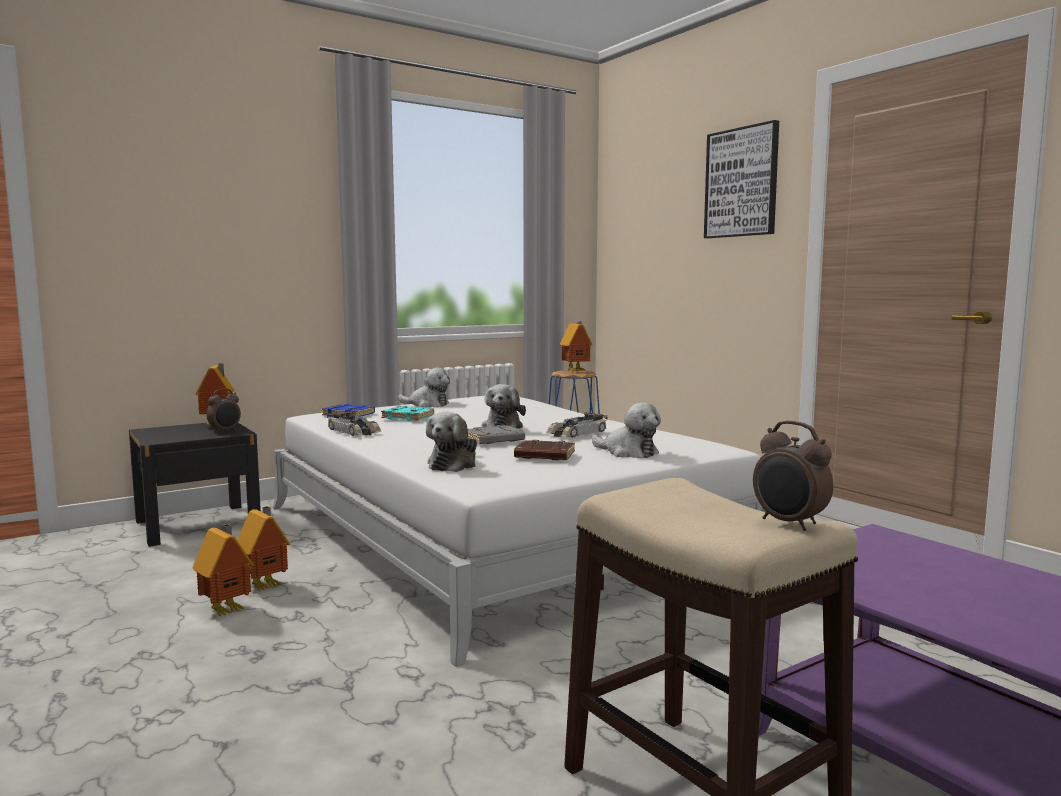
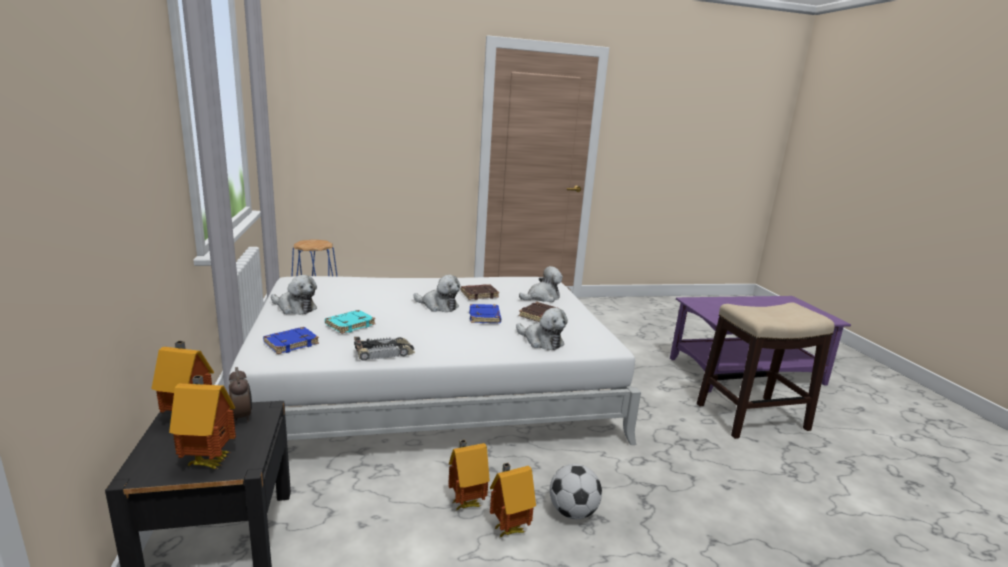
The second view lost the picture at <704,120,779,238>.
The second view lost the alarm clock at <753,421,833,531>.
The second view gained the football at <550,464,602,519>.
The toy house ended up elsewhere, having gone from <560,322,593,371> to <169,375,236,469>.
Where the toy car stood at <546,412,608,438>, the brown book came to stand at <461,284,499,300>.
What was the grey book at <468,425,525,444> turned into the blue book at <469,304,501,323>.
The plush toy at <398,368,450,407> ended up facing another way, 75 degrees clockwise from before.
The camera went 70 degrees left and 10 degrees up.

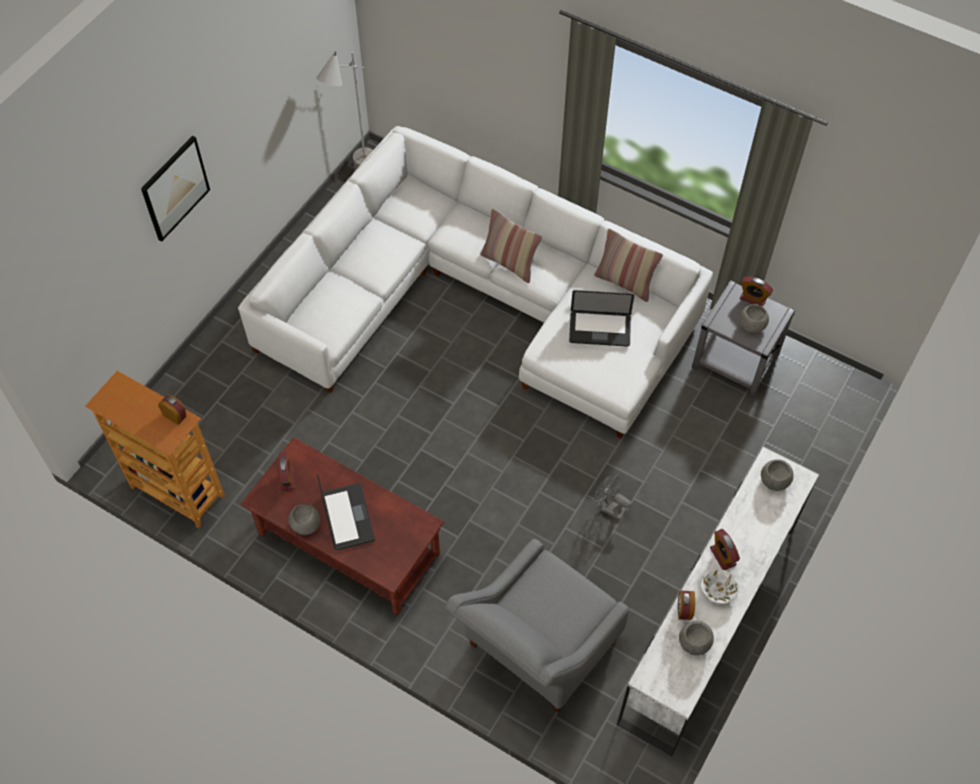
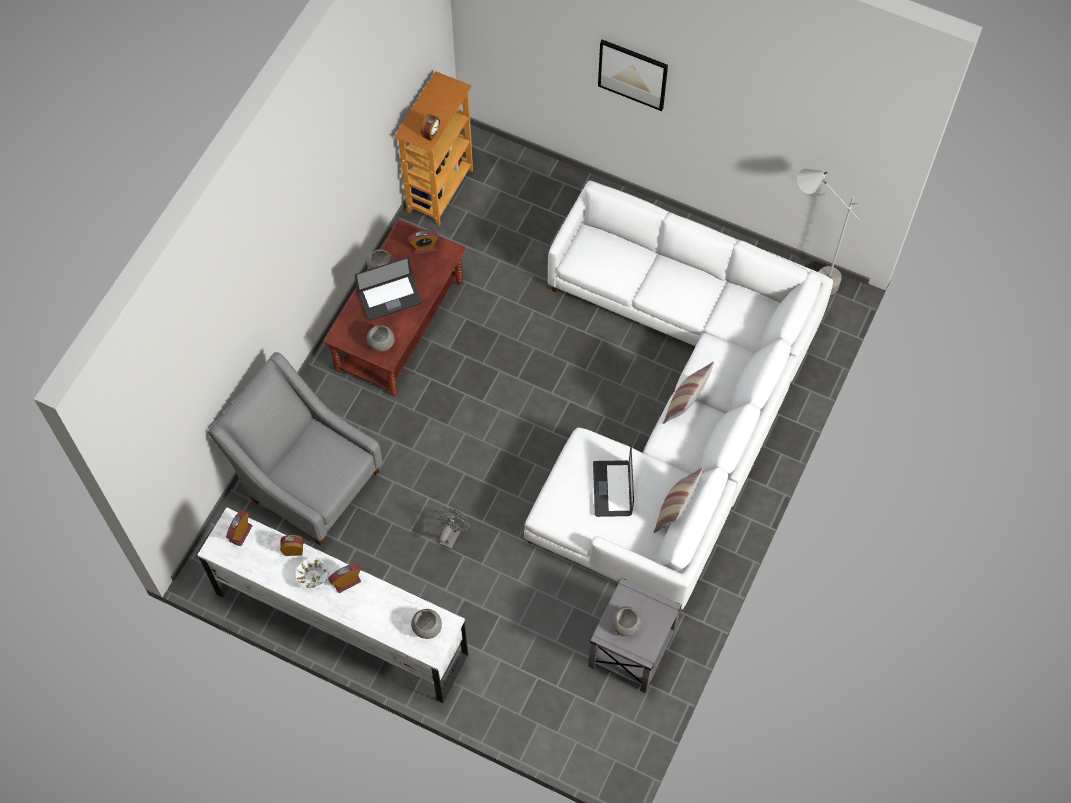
The grey bowl ended up elsewhere, having gone from <679,621,714,656> to <367,325,394,352>.
The alarm clock ended up elsewhere, having gone from <740,276,773,307> to <226,510,252,546>.
The camera went 85 degrees right and 5 degrees up.

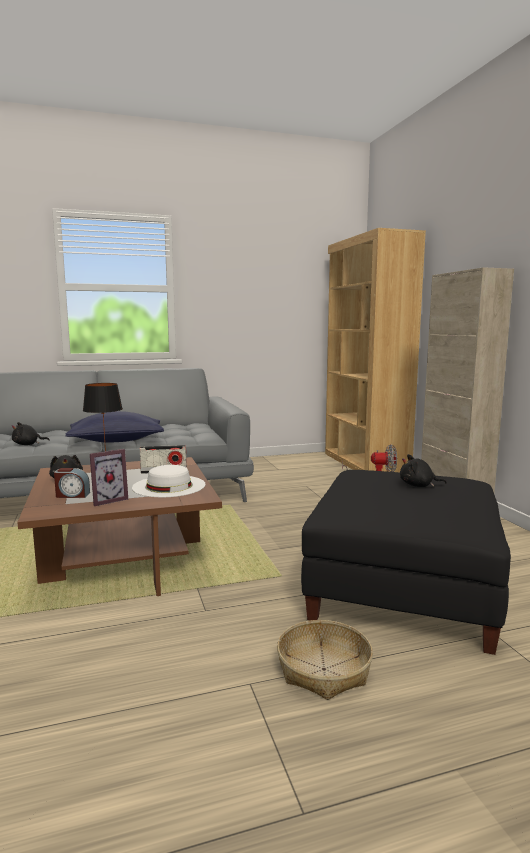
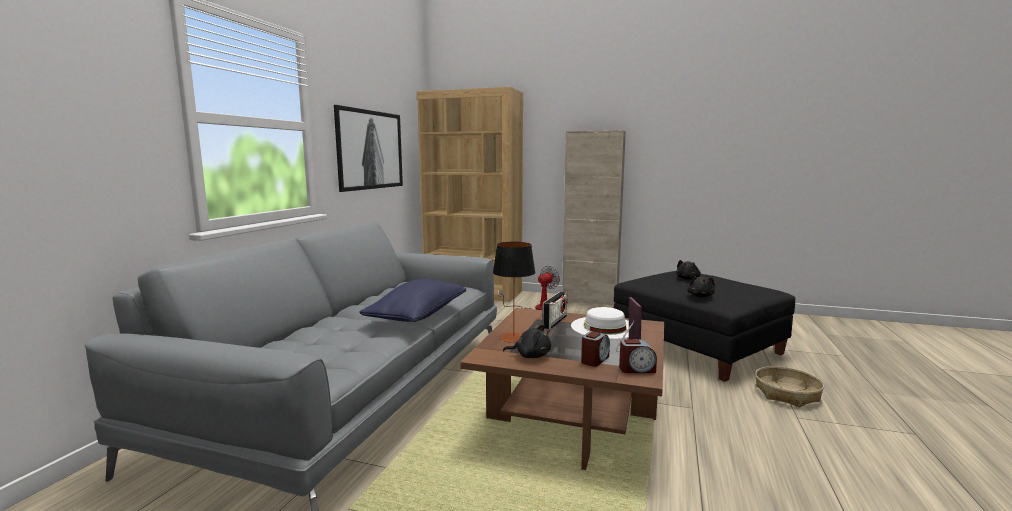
The second view gained the picture at <334,105,403,192>.
The second view gained the alarm clock at <619,339,657,373>.
The black plush toy ended up elsewhere, having gone from <12,422,50,445> to <687,276,715,297>.
The camera went 55 degrees left and 0 degrees up.

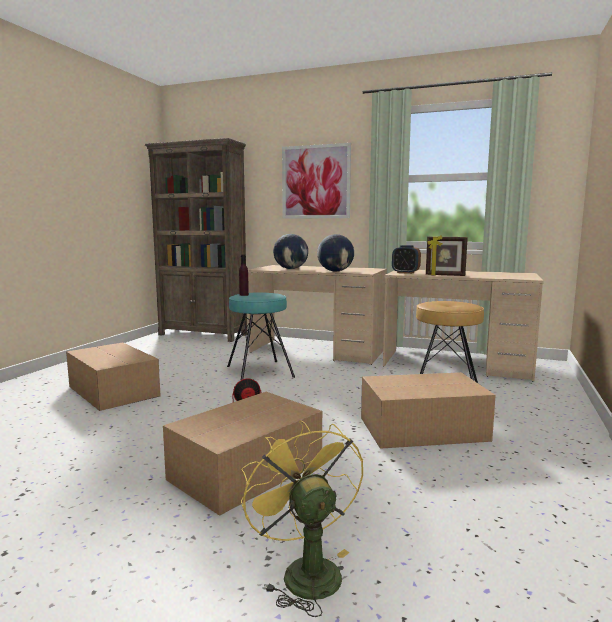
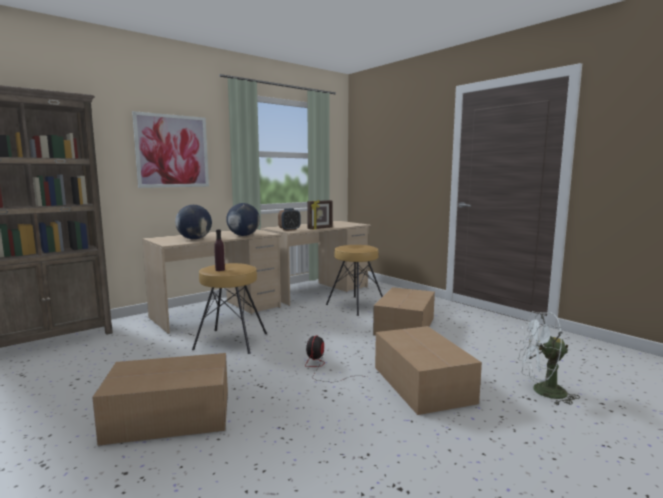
What was the turquoise stool at <227,293,295,380> turned into the brown stool at <192,263,267,354>.
What was the yellow fan at <241,420,363,617> turned into the white fan at <518,311,580,405>.
The camera went 60 degrees left and 0 degrees up.

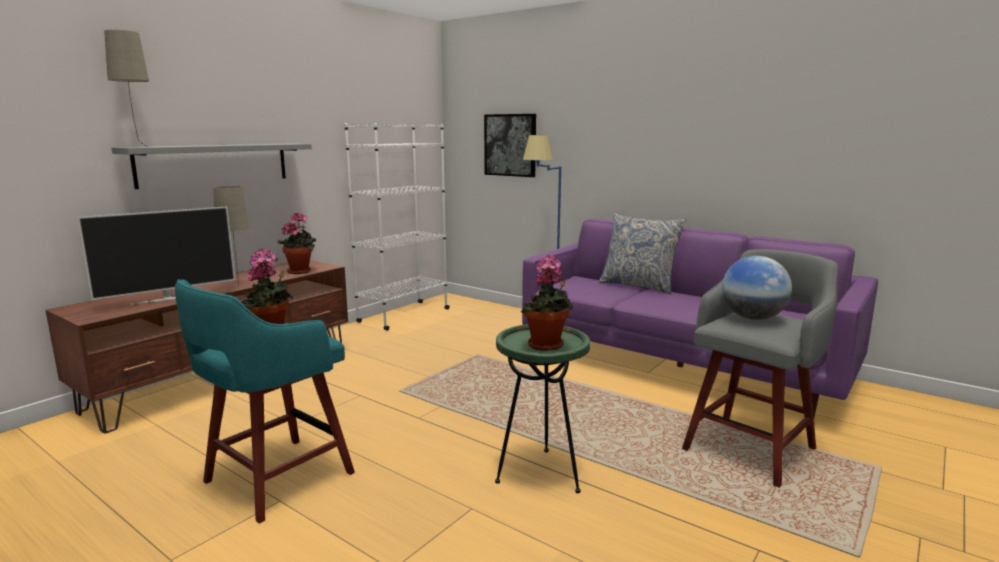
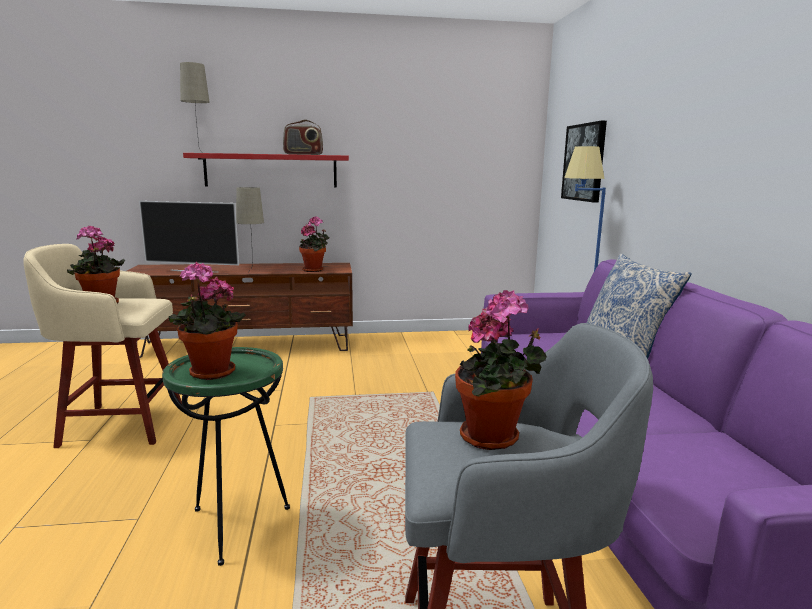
The second view lost the white bookcase at <344,123,450,331>.
The second view gained the radio at <283,120,323,155>.
Where the globe stood at <722,256,792,320>, the potted plant came to stand at <455,290,547,450>.
What was the grey shelf at <111,143,312,189> turned into the red shelf at <183,153,349,188>.
What was the turquoise stool at <175,279,355,524> turned into the beige stool at <23,244,182,448>.
The camera went 45 degrees right and 0 degrees up.

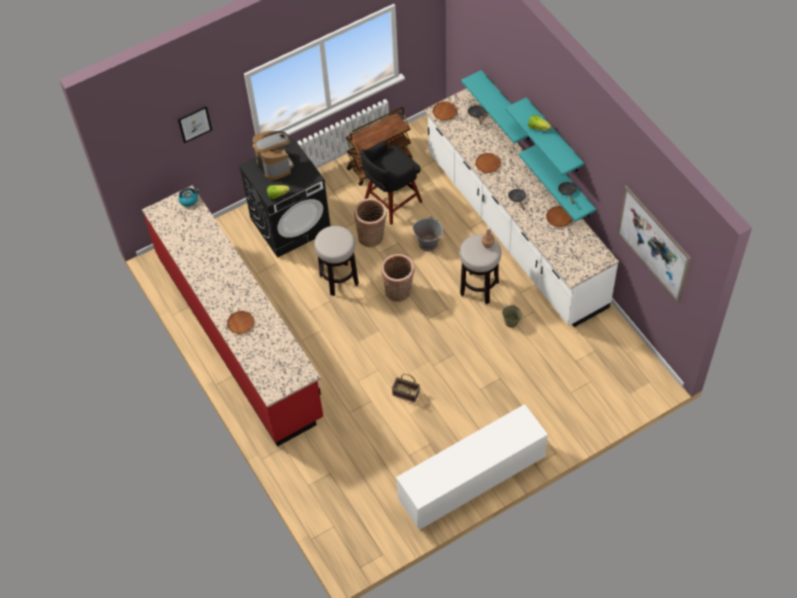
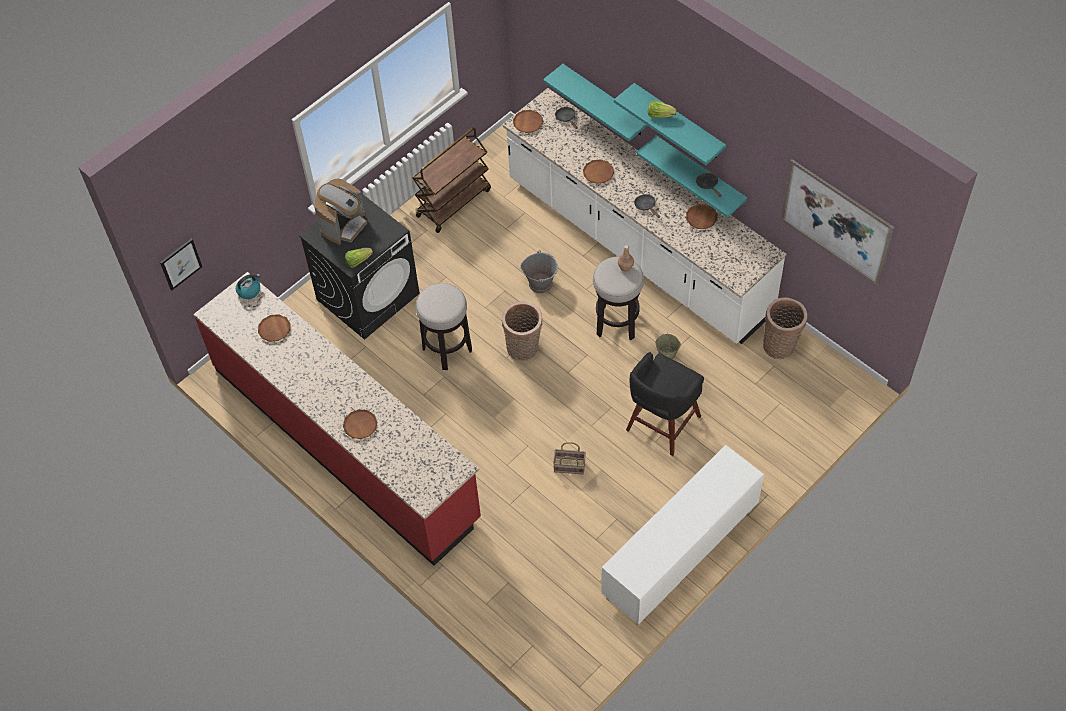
The second view gained the brown plate at <258,314,291,342>.
The picture ended up elsewhere, having gone from <178,106,212,143> to <160,238,202,290>.
The basket ended up elsewhere, having gone from <354,198,387,247> to <763,297,807,359>.
The black stool ended up elsewhere, having gone from <360,141,422,225> to <626,352,704,456>.
The coffee machine at <253,131,294,180> ended up facing another way, 75 degrees clockwise from before.
The camera went 15 degrees left and 0 degrees up.

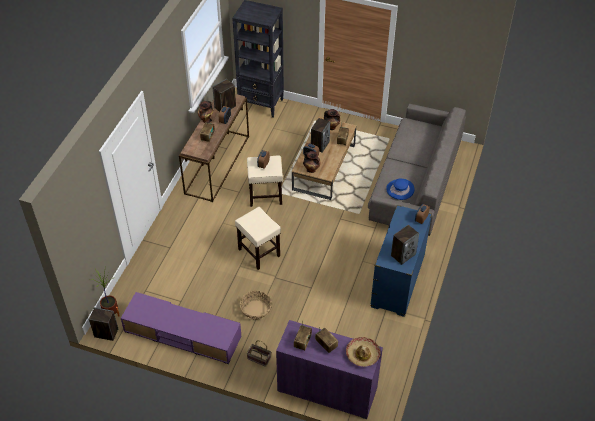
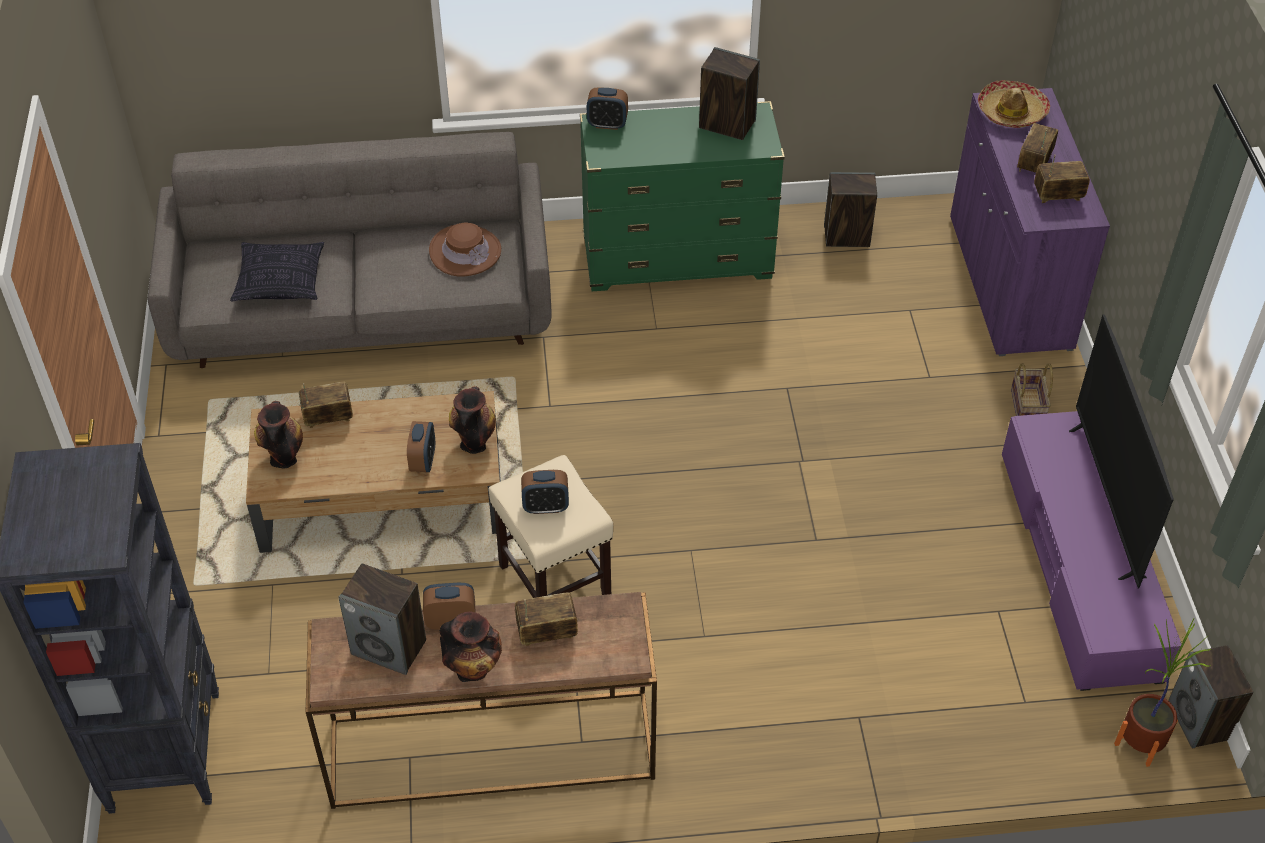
The second view lost the beige stool at <235,207,281,270>.
The second view lost the basket at <240,291,272,320>.
The second view gained the pillow at <230,242,324,302>.
The second view gained the television at <1069,315,1174,589>.
The speaker ended up elsewhere, having gone from <311,118,330,153> to <824,172,877,247>.
What was the blue dresser at <370,205,432,317> turned into the green dresser at <580,101,785,291>.
What was the blue hat at <386,179,414,200> turned into the brown hat at <429,222,501,276>.
The camera went 115 degrees left and 0 degrees up.

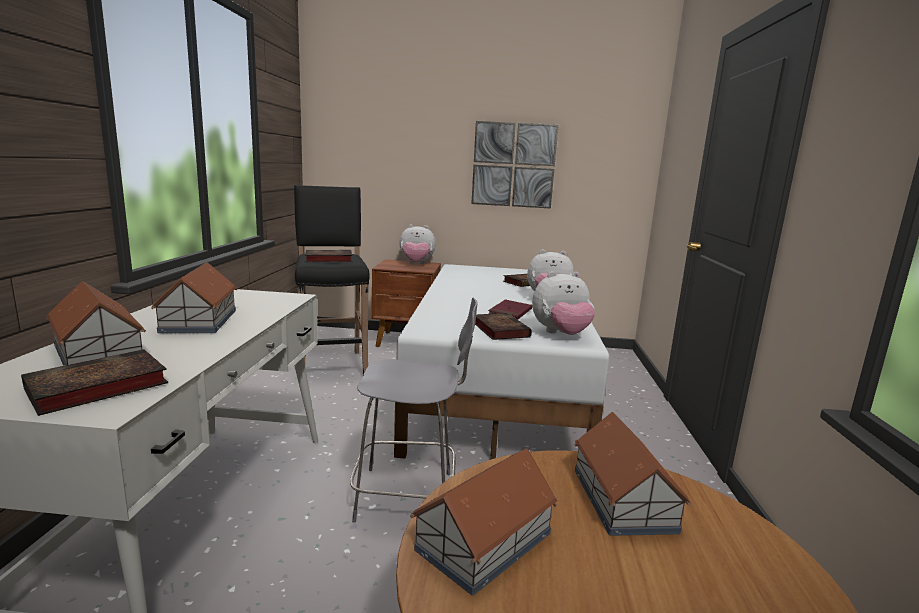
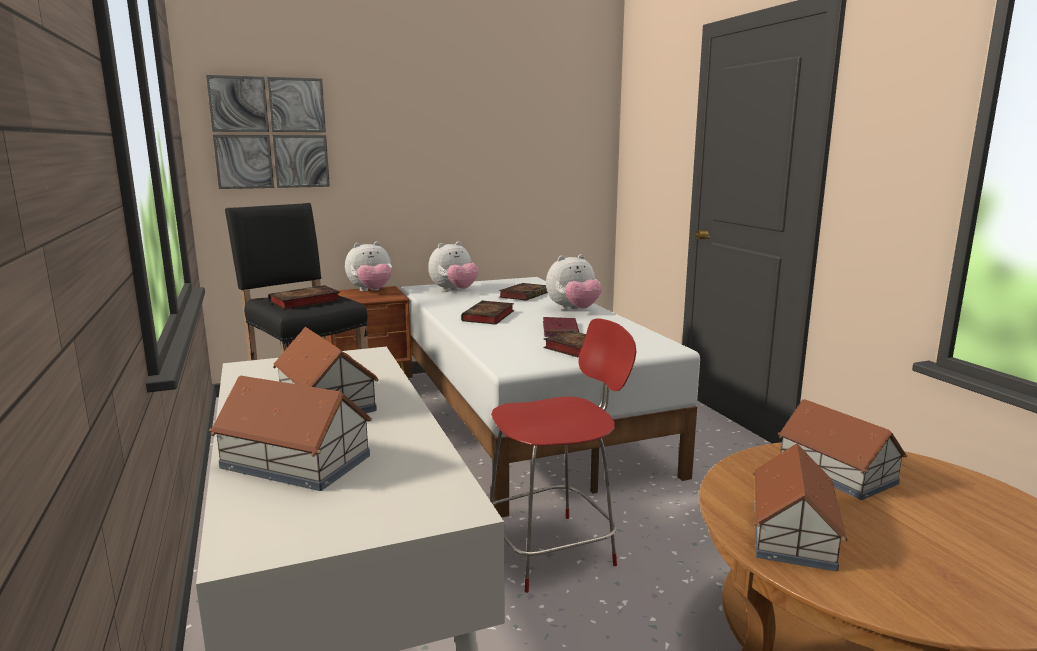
The book ended up elsewhere, having gone from <21,349,168,416> to <461,301,514,325>.
The picture ended up elsewhere, having gone from <471,121,559,209> to <206,75,330,189>.
The plush toy ended up elsewhere, having gone from <532,271,595,335> to <428,241,479,292>.
What was the grey stool at <350,298,478,523> turned into the red stool at <490,318,636,593>.
The camera went 25 degrees left and 0 degrees up.

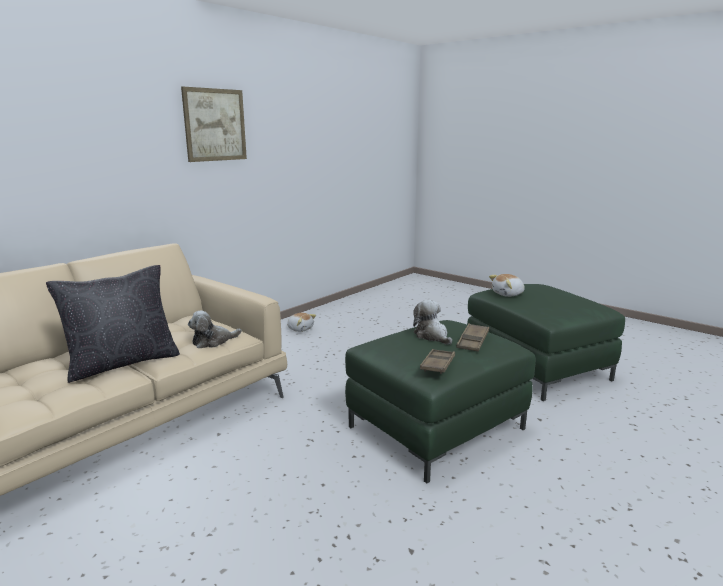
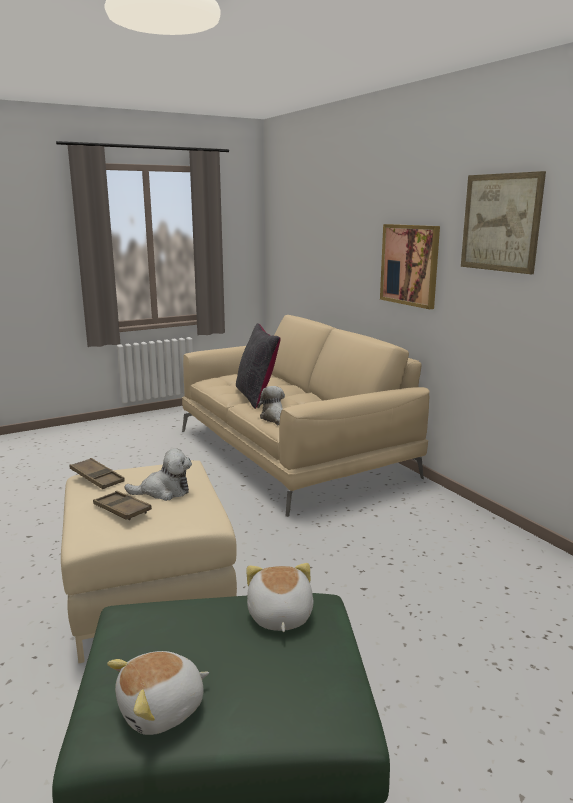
The second view gained the picture at <380,224,440,309>.
The plush toy ended up elsewhere, having gone from <287,313,316,332> to <107,651,209,735>.
What was the green ottoman at <345,320,536,483> turned into the beige ottoman at <61,460,237,663>.
The camera went 110 degrees right and 0 degrees up.

